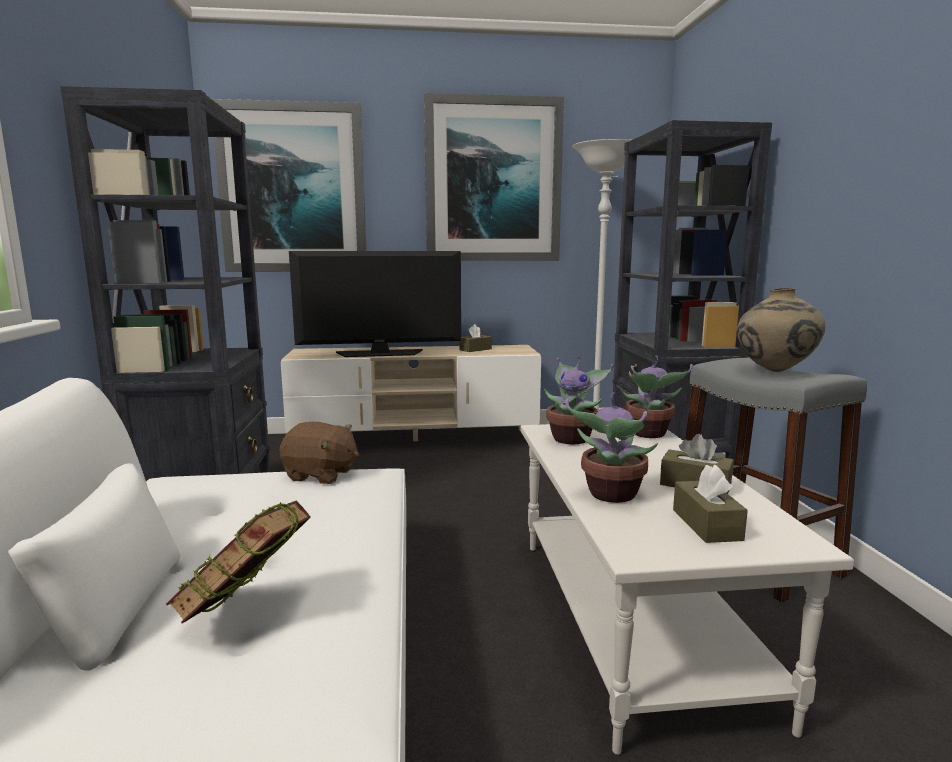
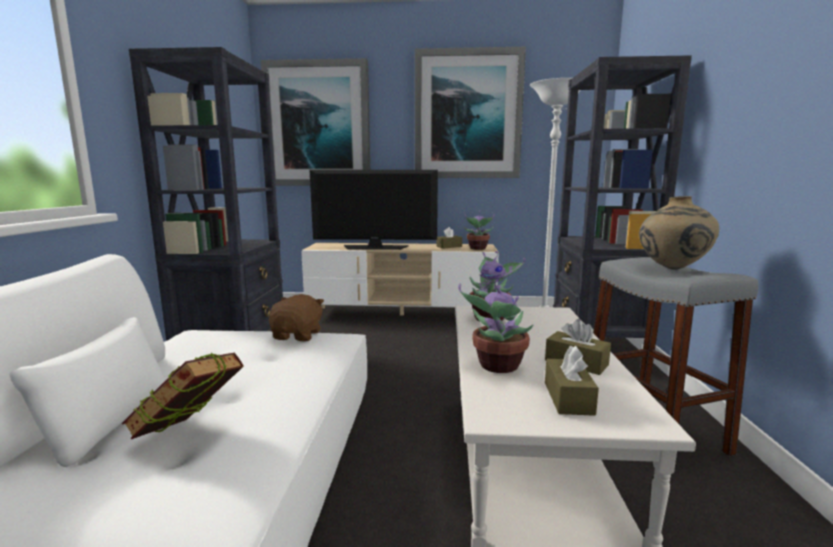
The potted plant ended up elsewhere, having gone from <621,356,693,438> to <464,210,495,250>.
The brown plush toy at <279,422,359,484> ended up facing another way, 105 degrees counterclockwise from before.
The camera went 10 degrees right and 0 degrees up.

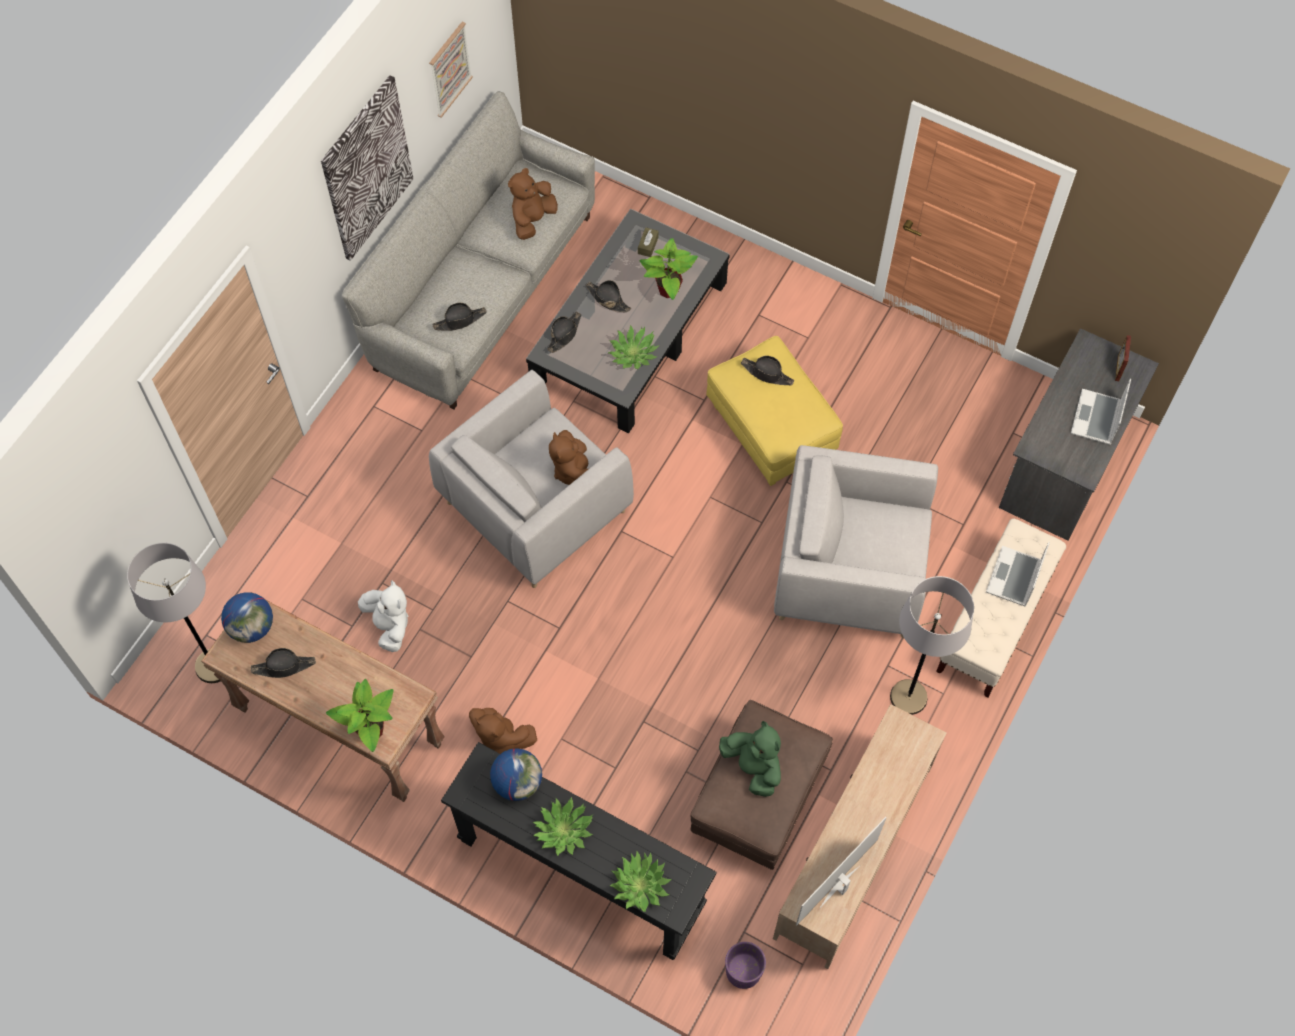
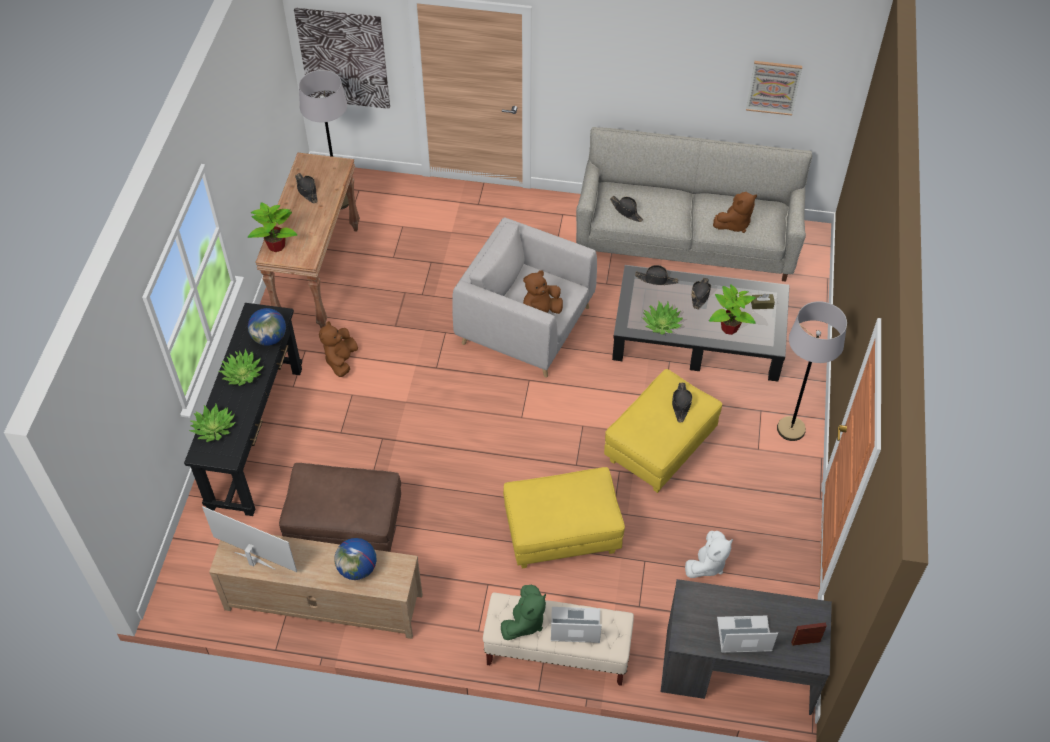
The second view lost the purple planter at <725,942,766,989>.
The globe ended up elsewhere, having gone from <221,592,273,643> to <334,538,376,580>.
The picture ended up elsewhere, having gone from <321,75,414,261> to <294,8,390,109>.
The white plush toy ended up elsewhere, having gone from <358,581,409,652> to <685,531,733,578>.
The green plush toy ended up elsewhere, having gone from <719,721,781,797> to <501,585,546,640>.
The grey floor lamp ended up elsewhere, having gone from <890,576,974,715> to <777,301,847,441>.
Where the grey armchair stood at <774,445,938,639>, the yellow ottoman came to stand at <503,467,625,568>.
The brown plush toy at <508,168,558,240> ended up facing another way, 135 degrees clockwise from before.
The camera went 70 degrees right and 10 degrees down.

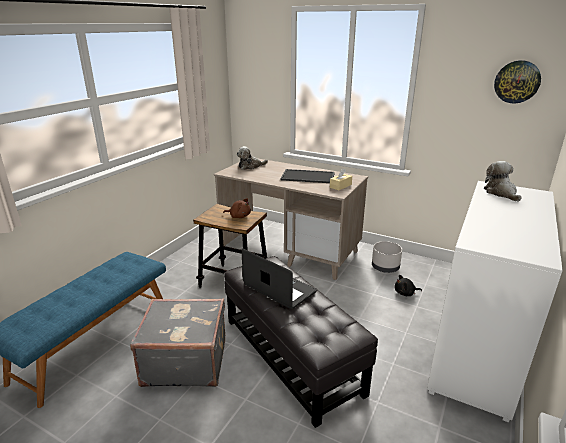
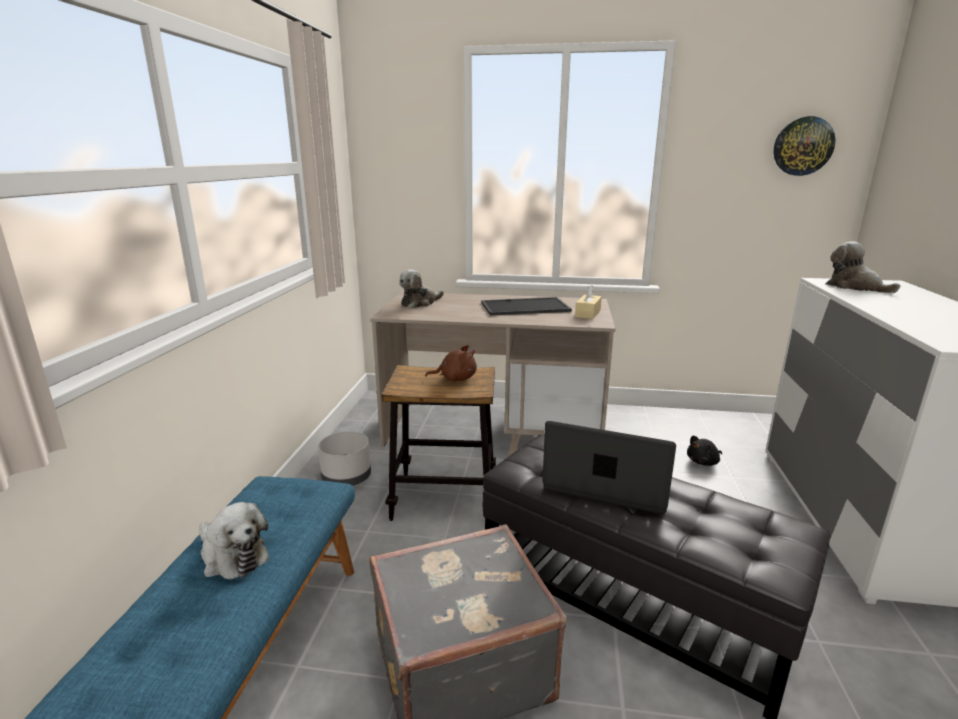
The second view gained the plush toy at <199,502,269,579>.
The grey planter ended up elsewhere, having gone from <372,241,402,273> to <318,432,371,486>.
The camera went 20 degrees left and 5 degrees down.

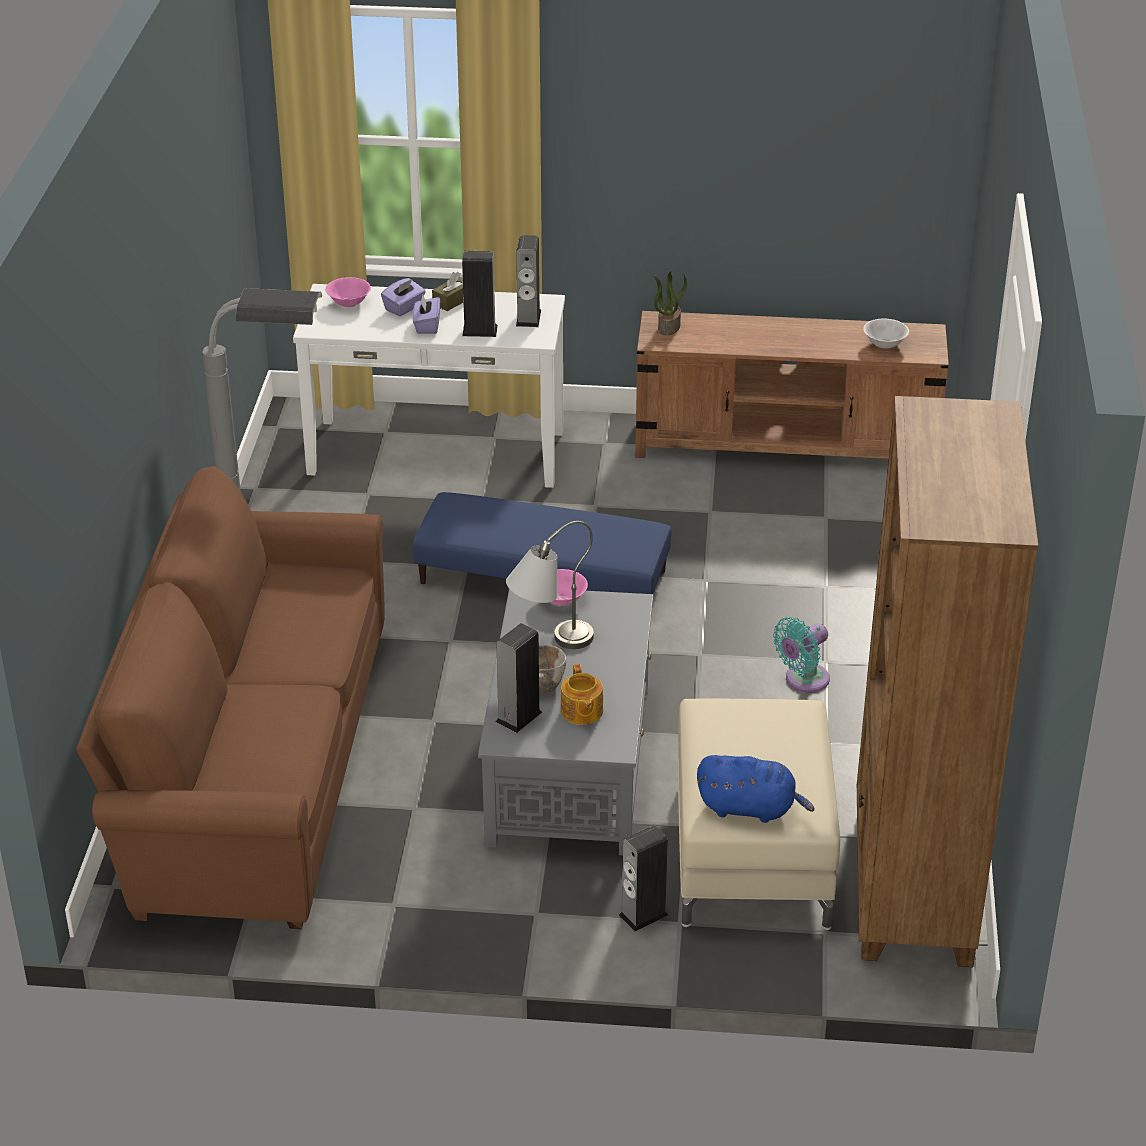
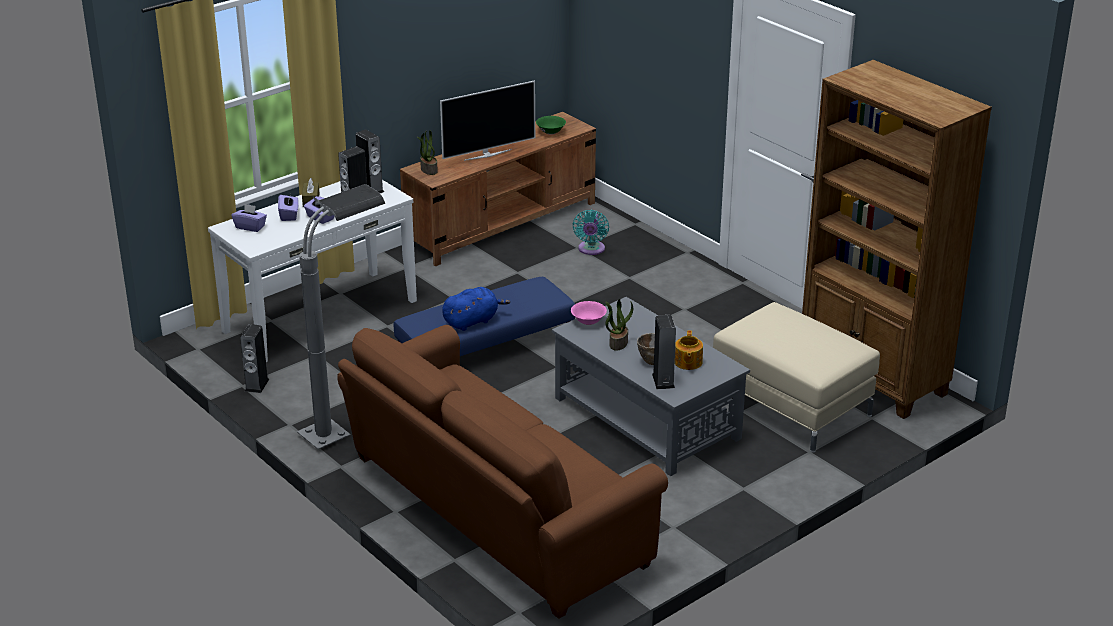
The second view gained the television at <440,80,535,161>.
The speaker ended up elsewhere, having gone from <619,825,668,932> to <240,324,269,393>.
The blue plush toy ended up elsewhere, having gone from <697,755,814,823> to <442,287,510,331>.
The turquoise fan ended up elsewhere, having gone from <773,617,830,692> to <572,210,609,255>.
Where the pink bowl stood at <325,277,371,307>, the purple tissue box came to stand at <231,203,267,232>.
Where the grey table lamp stood at <506,521,594,649>, the potted plant came to stand at <605,299,633,351>.
What was the white bowl at <863,319,909,349> turned into the green bowl at <536,116,566,135>.
The teapot at <561,664,603,725> ended up facing another way, 60 degrees clockwise from before.
The camera went 45 degrees left and 5 degrees down.

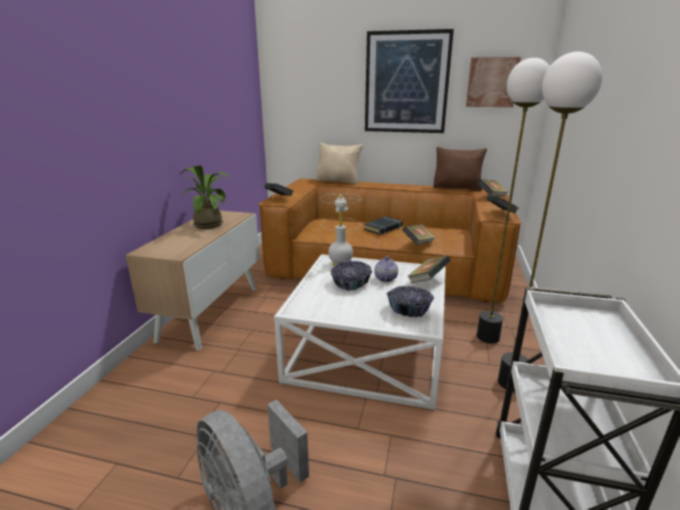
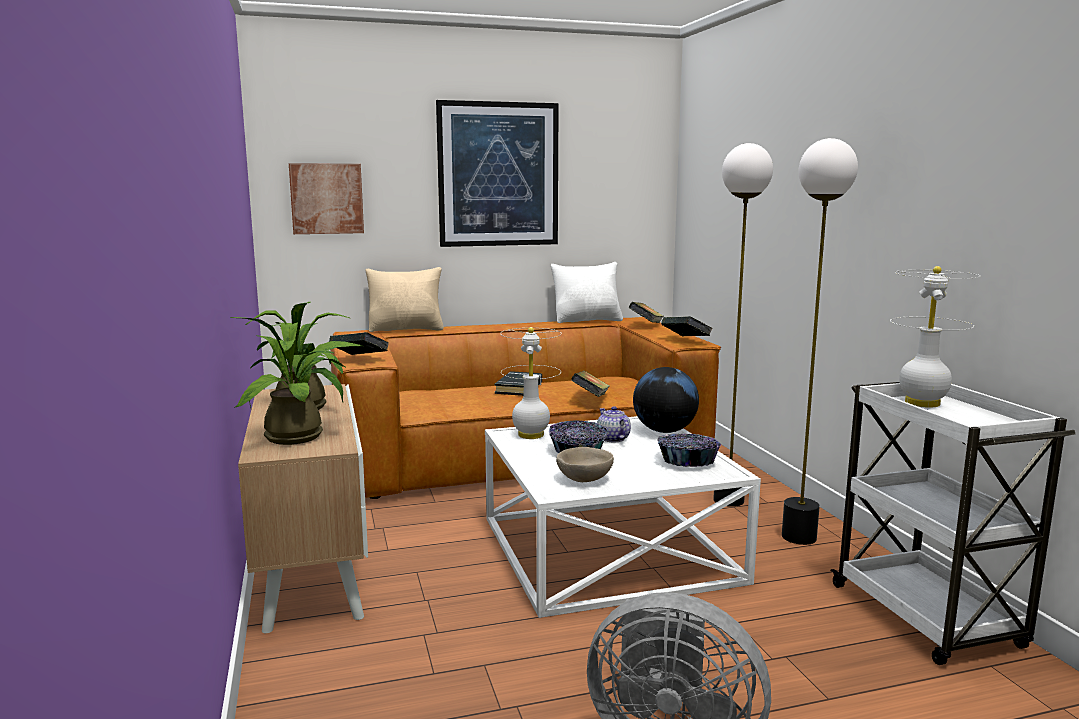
The second view gained the potted plant at <230,317,362,445>.
The second view gained the beige bowl at <556,447,614,482>.
The second view gained the white table lamp at <890,266,980,408>.
The picture ended up elsewhere, having gone from <466,57,521,107> to <289,163,364,234>.
Where the book stood at <408,255,451,283>, the globe came to stand at <633,367,699,433>.
What was the brown pillow at <433,147,487,191> turned into the white pillow at <551,262,623,323>.
The camera went 30 degrees left and 10 degrees down.

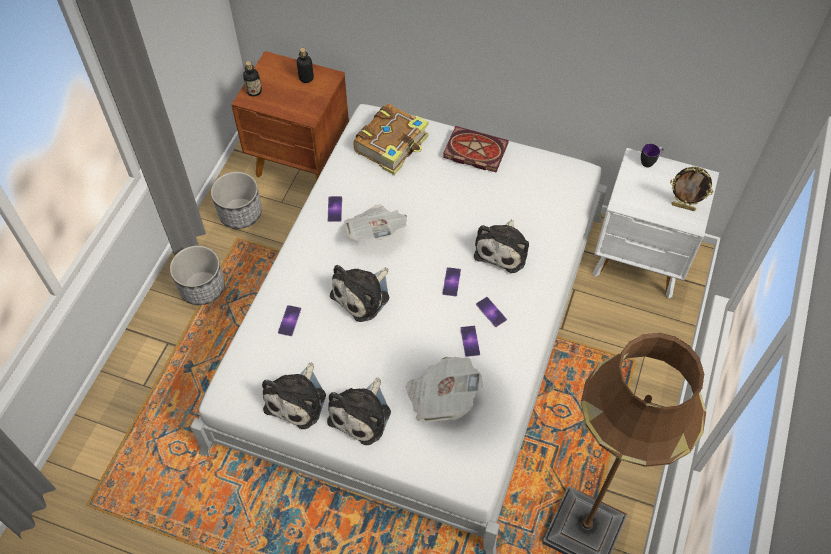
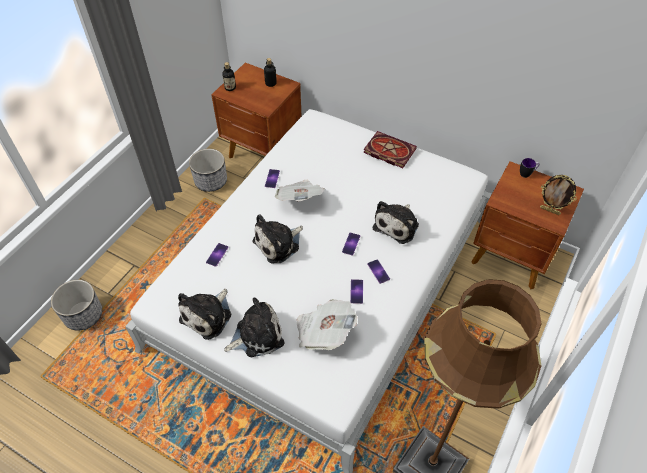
The second view lost the book at <354,104,429,175>.
The planter ended up elsewhere, having gone from <170,245,225,305> to <51,280,102,331>.
What was the white nightstand at <593,148,719,298> turned into the brown nightstand at <471,161,584,289>.
The plush toy at <327,377,391,445> ended up facing another way, 150 degrees counterclockwise from before.
The camera went 10 degrees right and 5 degrees down.

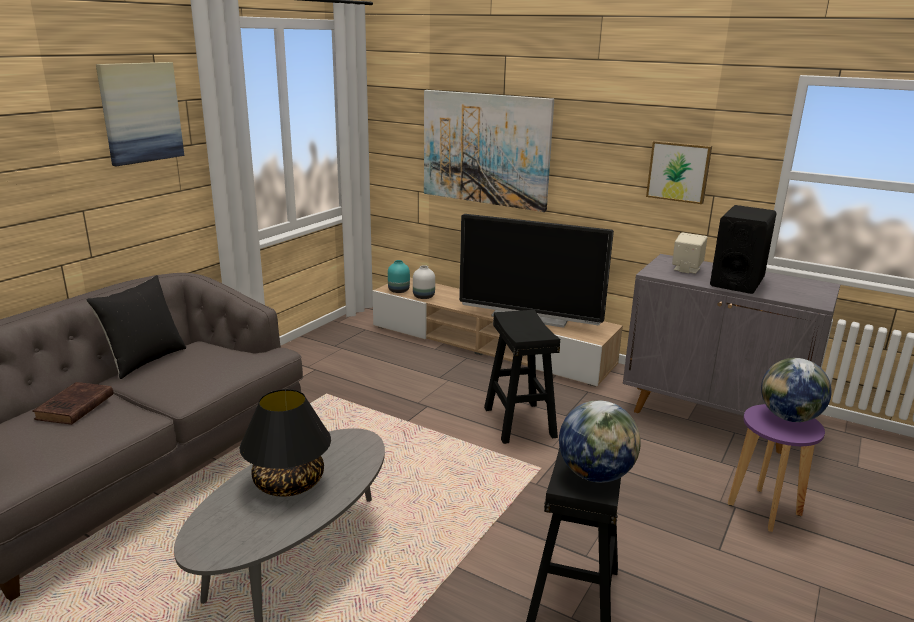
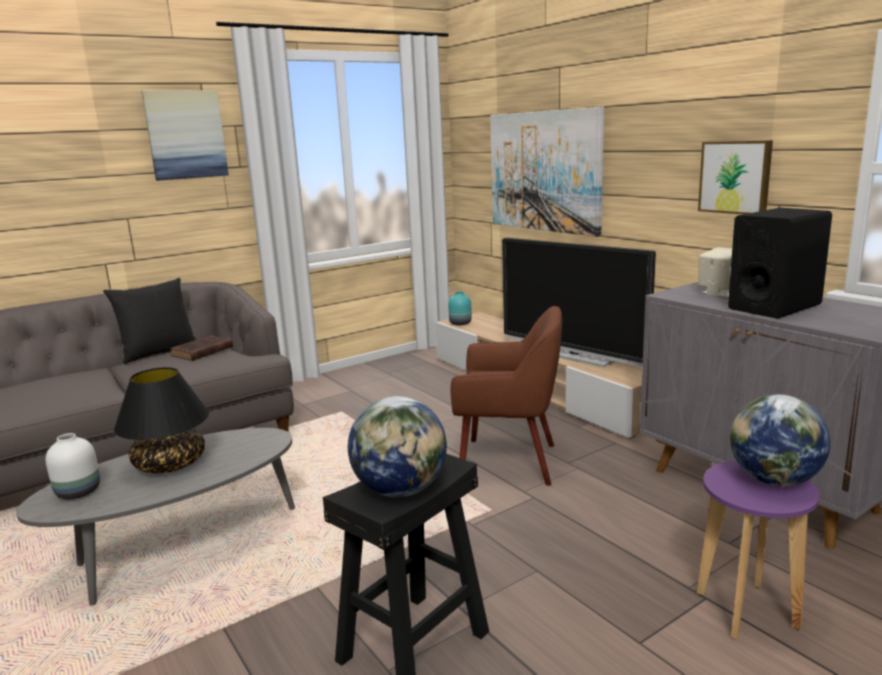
The brown book ended up elsewhere, having gone from <33,382,113,425> to <170,335,233,361>.
The white vase ended up elsewhere, having gone from <413,265,435,299> to <45,433,100,499>.
Where the black stool stood at <484,310,560,444>, the brown armchair came to stand at <450,306,562,486>.
The camera went 25 degrees right and 5 degrees down.

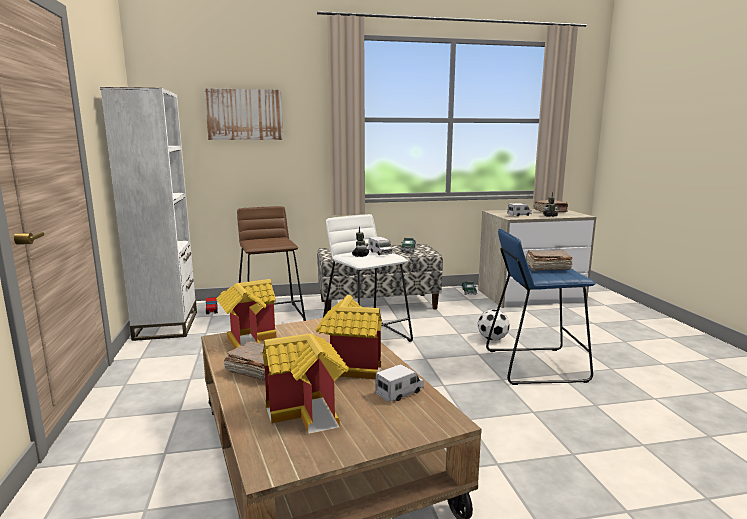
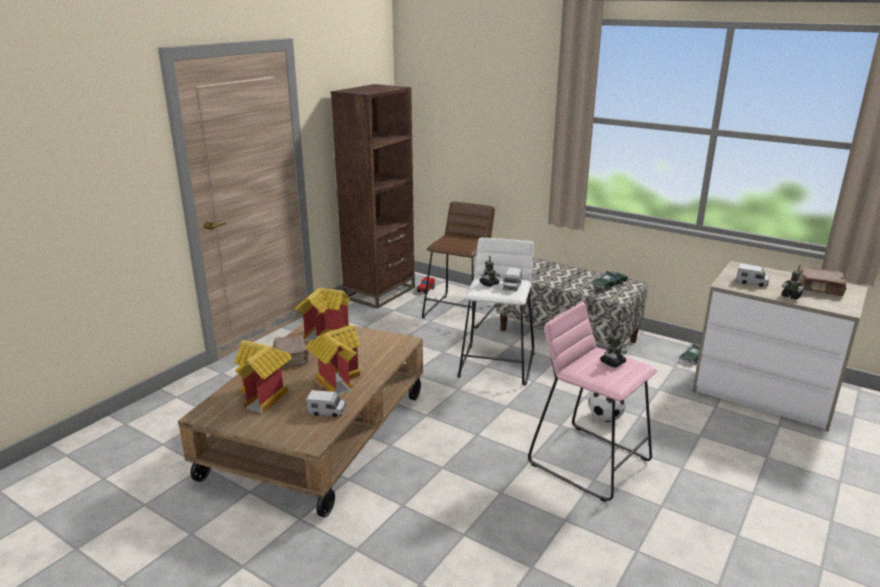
The second view lost the picture at <204,88,283,140>.
Where the brown book stood at <525,251,573,271>, the toy robot came to stand at <600,328,627,368>.
What was the white bookcase at <100,87,197,341> turned into the brown bookcase at <331,84,415,309>.
What was the blue stool at <486,229,595,385> turned into the pink stool at <528,302,657,502>.
The camera went 45 degrees right and 10 degrees up.

